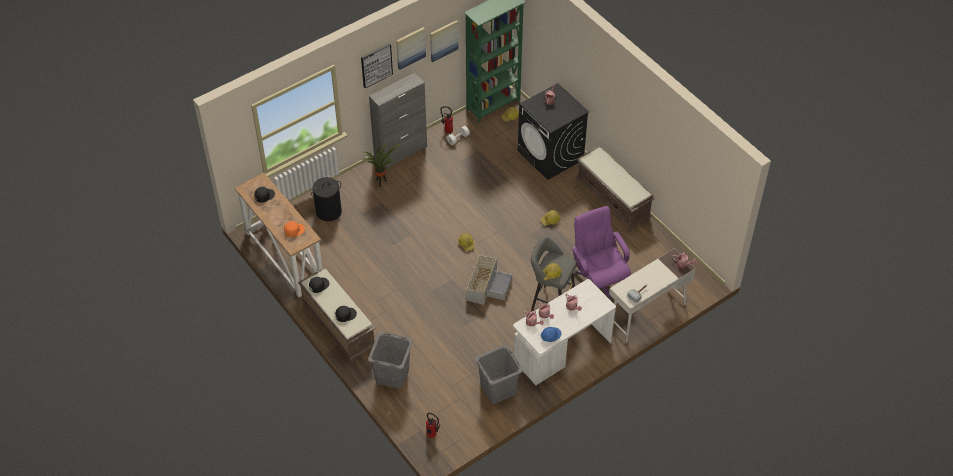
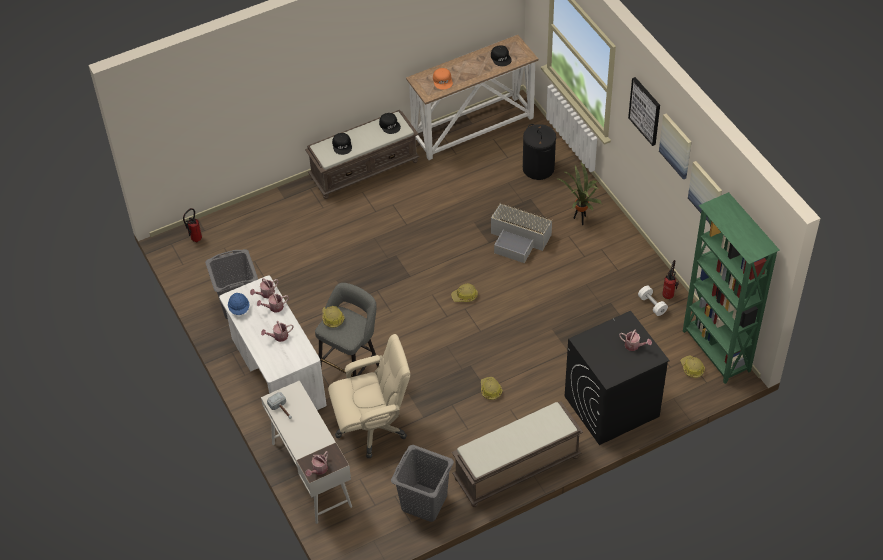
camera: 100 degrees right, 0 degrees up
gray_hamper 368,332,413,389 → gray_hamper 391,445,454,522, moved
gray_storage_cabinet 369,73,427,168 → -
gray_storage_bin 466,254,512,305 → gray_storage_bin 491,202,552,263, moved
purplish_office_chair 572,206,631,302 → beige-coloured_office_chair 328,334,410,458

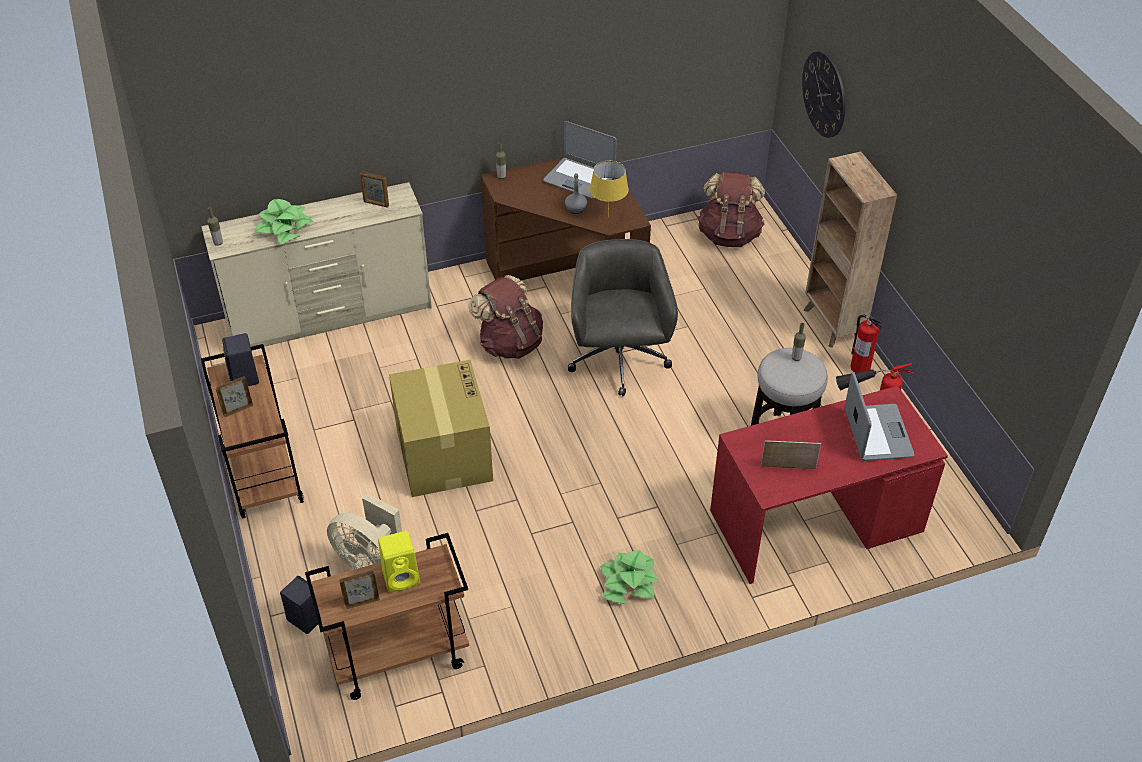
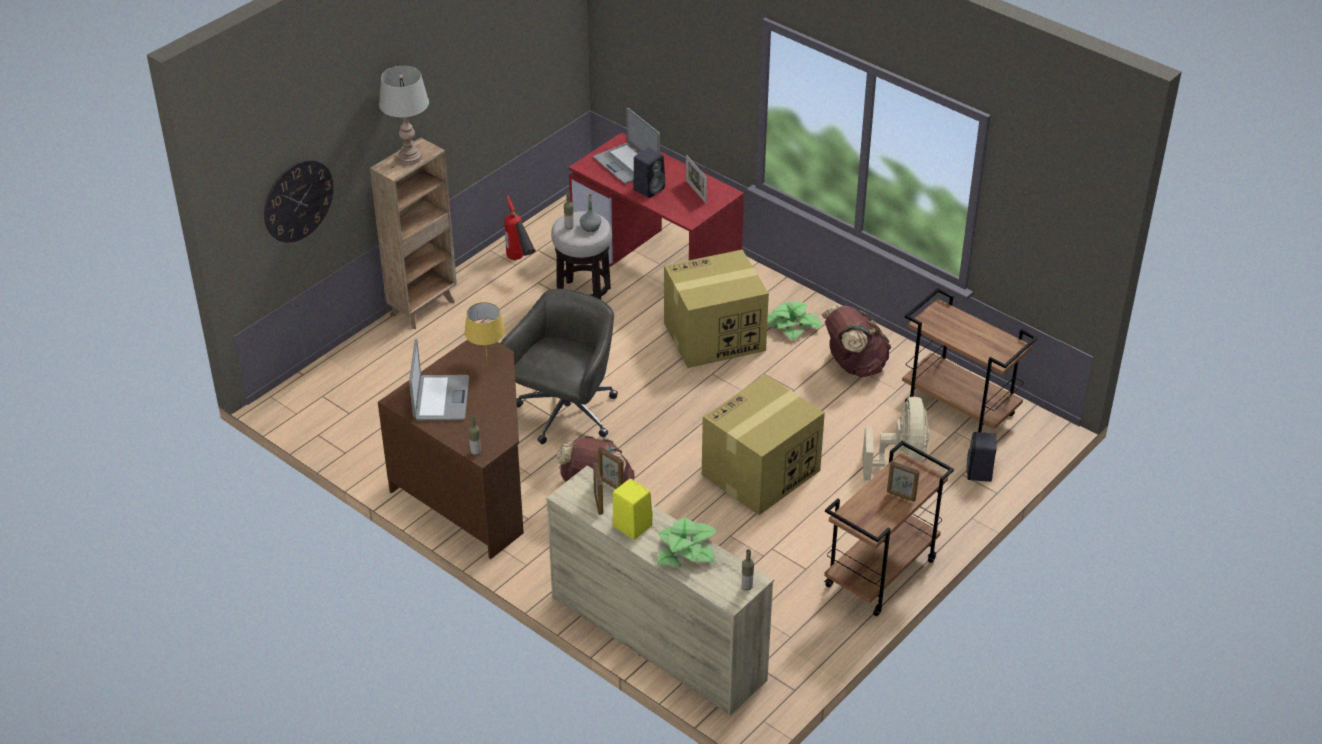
camera: 120 degrees left, 5 degrees down
blackish_audio_speaker 222,333,259,386 → blackish_audio_speaker 633,148,665,198, moved
picture_frame 339,570,380,610 → picture_frame 598,447,624,489, moved
yellow_audio_speaker 378,531,420,593 → yellow_audio_speaker 613,479,653,540, moved
gray_beverage_bottle 565,173,587,214 → gray_beverage_bottle 580,193,601,232, moved
gray_office_chair 568,239,678,397 → gray_office_chair 501,289,618,444, 150 degrees clockwise
brown_rucksack 697,172,765,247 → brown_rucksack 821,305,891,377, moved
notebook_computer 844,372,915,461 → notebook_computer 594,108,660,183, 90 degrees counterclockwise
extinguisher 851,315,882,373 → -
- → gray_lamp_for_a_table 379,66,429,165
- → packing_box 664,249,769,368

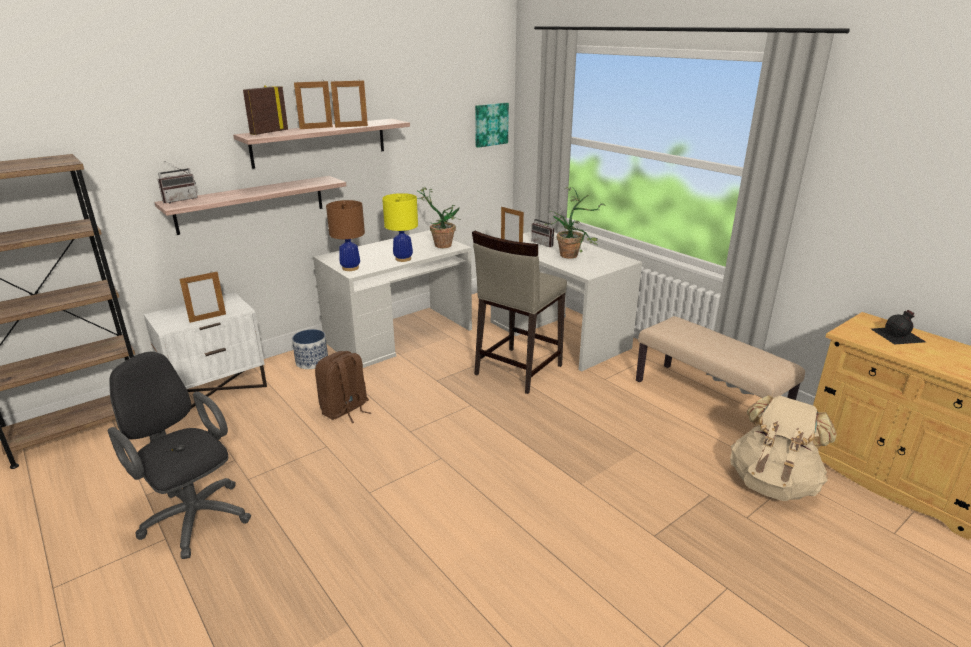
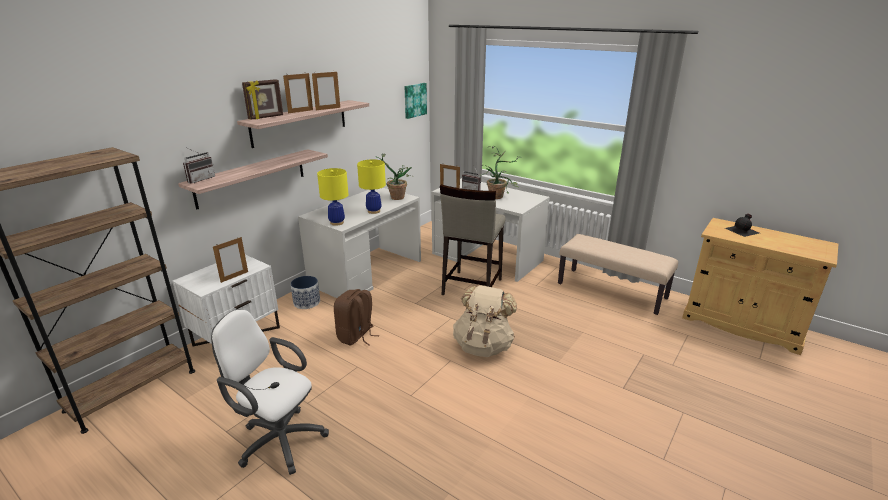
camera: 15 degrees left, 0 degrees up
blackish_office_chair 108,351,251,559 → white-coloured_office_chair 211,309,329,475
picture_frame 243,86,288,135 → picture_frame 242,79,283,120, 150 degrees counterclockwise
brown_lamp_for_a_table 326,200,365,271 → yellow_lamp_for_a_table 317,168,349,226
beige-coloured_rucksack 730,395,837,501 → beige-coloured_rucksack 453,285,517,357, moved

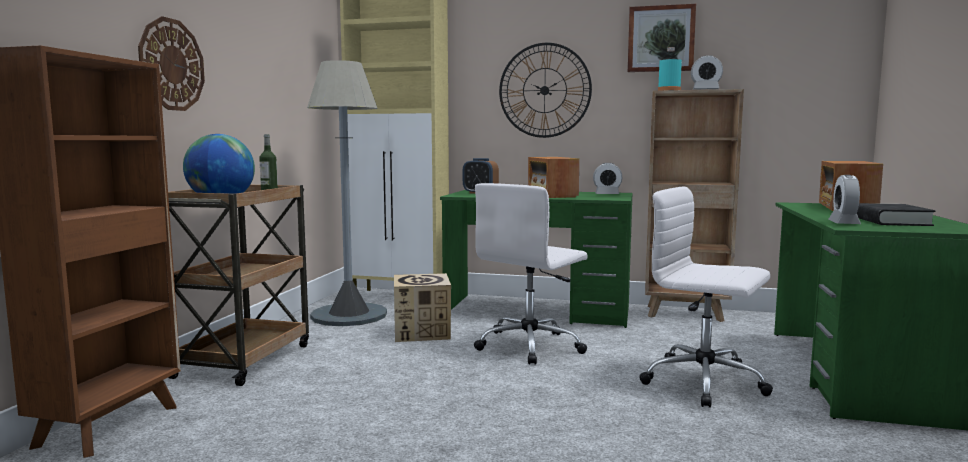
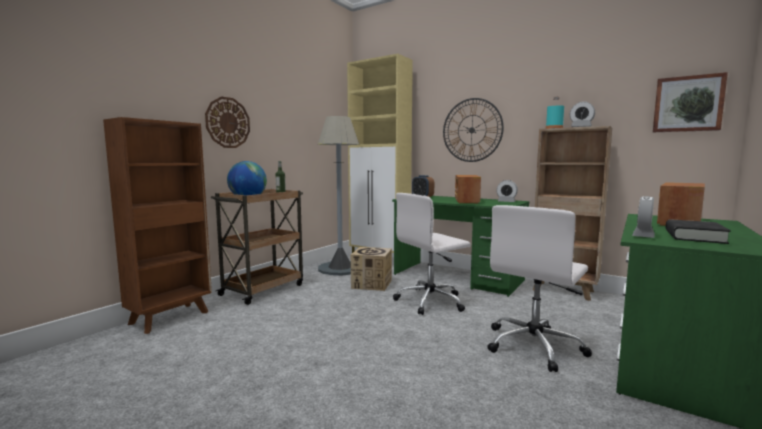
camera: 20 degrees right, 0 degrees up
wall_art 628,4,696,72 → wall_art 653,72,728,132, moved
white-coloured_office_chair 639,186,773,408 → white-coloured_office_chair 487,205,592,372, 105 degrees counterclockwise

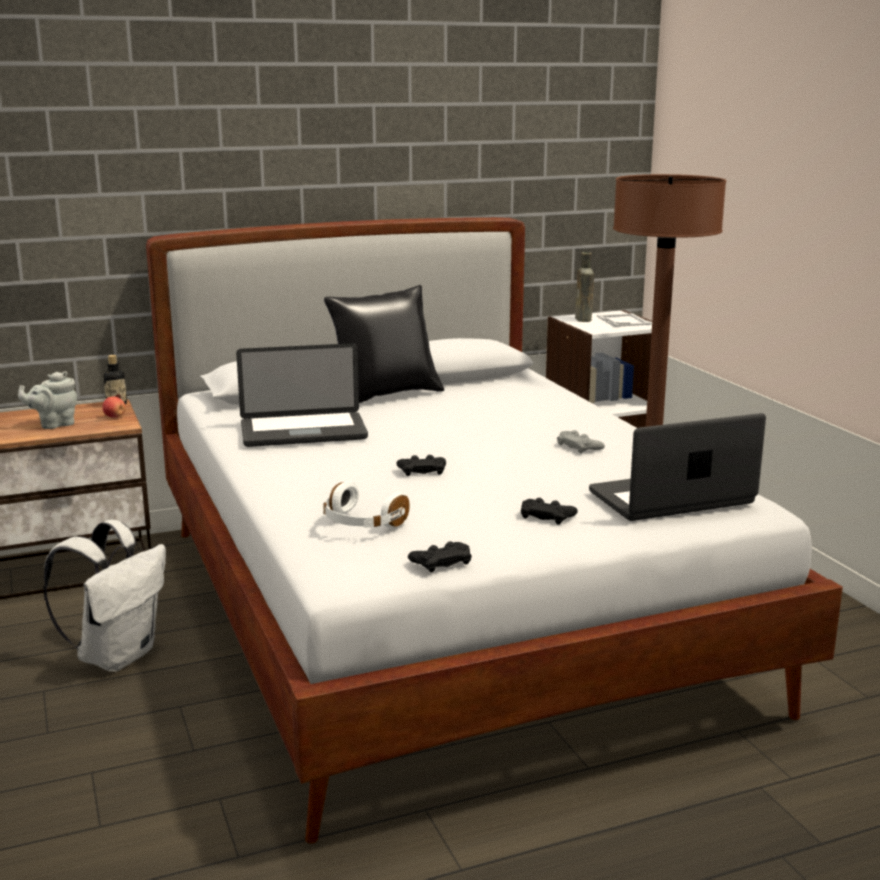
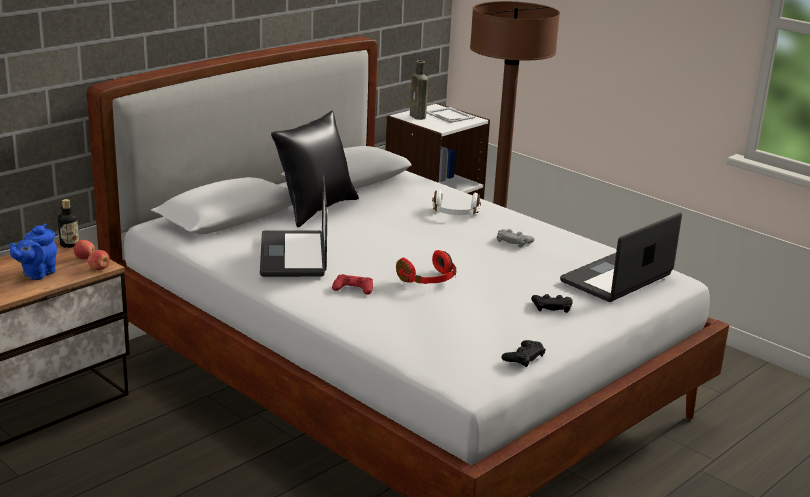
camera: 25 degrees left, 5 degrees up
gray_teapot 18,371,77,429 → bluish_teapot 9,224,57,280
white-coloured_rucksack 43,520,166,672 → -
notebook_computer 236,343,368,447 → notebook_computer 260,175,327,277, 120 degrees clockwise
white-coloured_pair_of_headphones 323,481,410,528 → white-coloured_pair_of_headphones 432,190,481,215, moved
blackish_game_controller 397,455,446,476 → red_pair_of_headphones 396,250,456,284
- → apple_fruit 88,250,110,270
- → red_game_controller 332,274,373,295

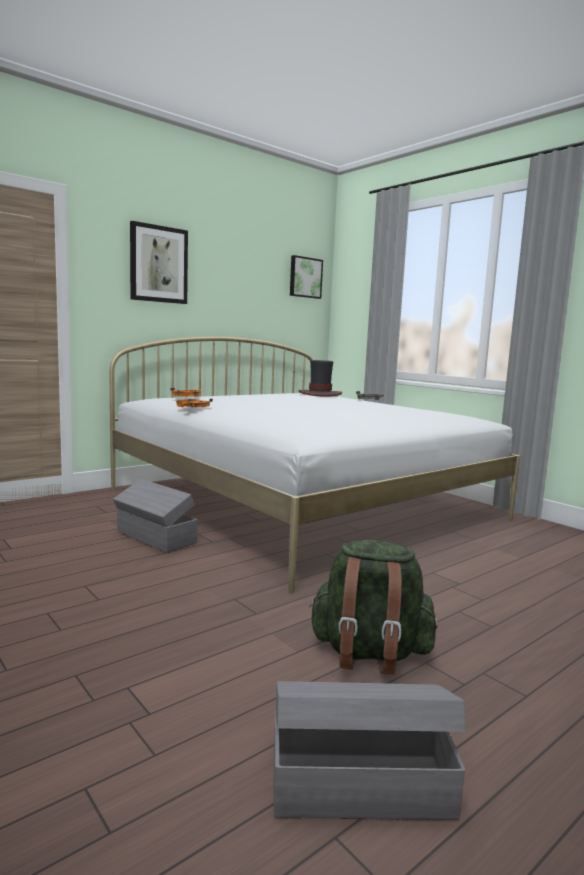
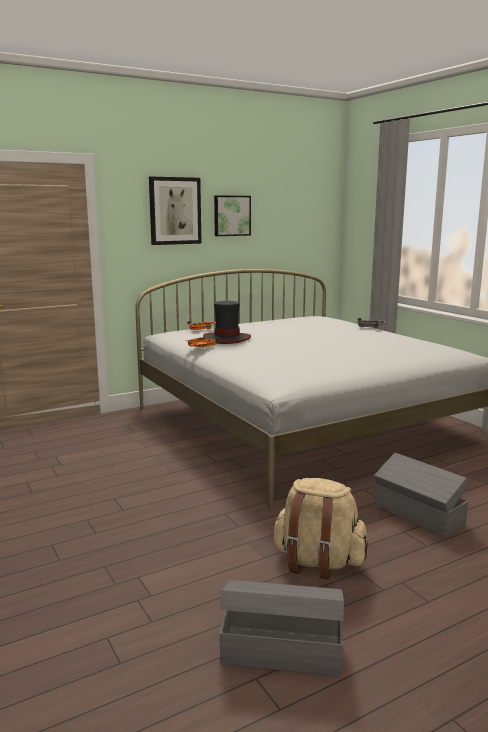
camera: 10 degrees right, 5 degrees up
gray_storage_bin 113,479,197,553 → gray_storage_bin 374,453,468,537, moved
wall_art 290,255,323,299 → wall_art 214,195,251,236, moved
wearable_hat 298,360,342,397 → wearable_hat 203,301,251,344, moved
green_rucksack 309,540,437,675 → beige-coloured_rucksack 272,478,368,580

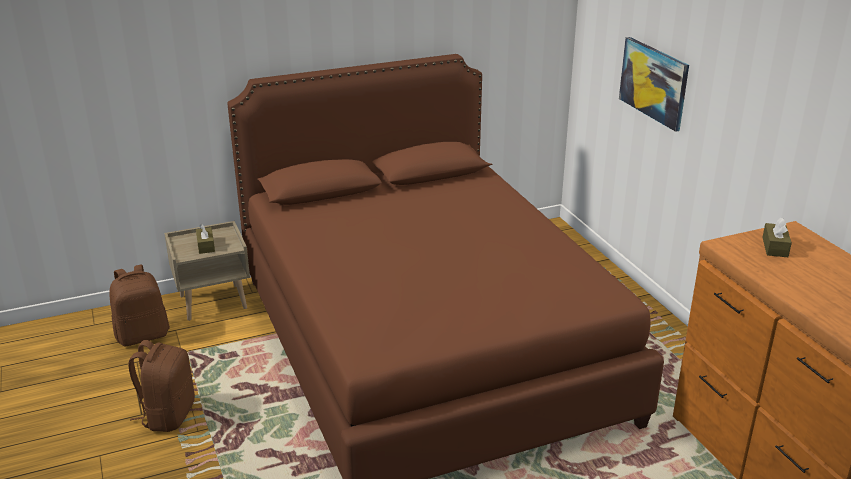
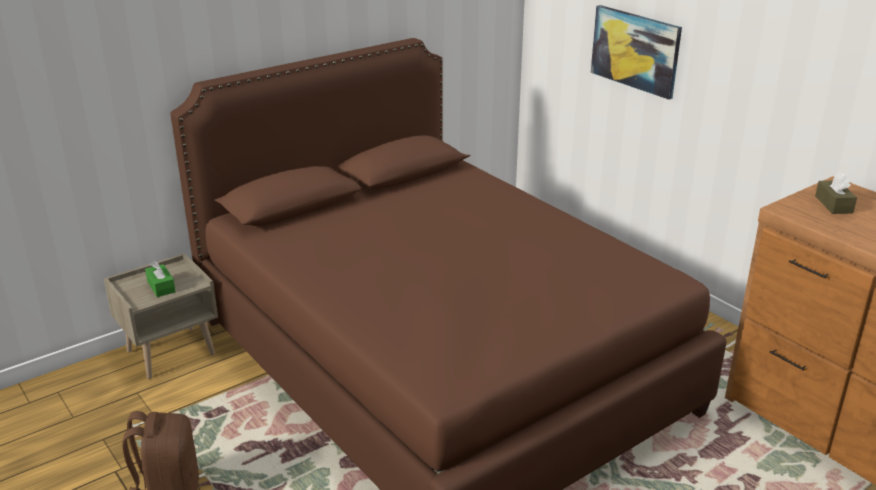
camera: 15 degrees left, 0 degrees up
brown_rucksack 109,265,170,346 → -
brown_tissue_holder 196,224,215,254 → green_tissue_holder 145,261,176,297

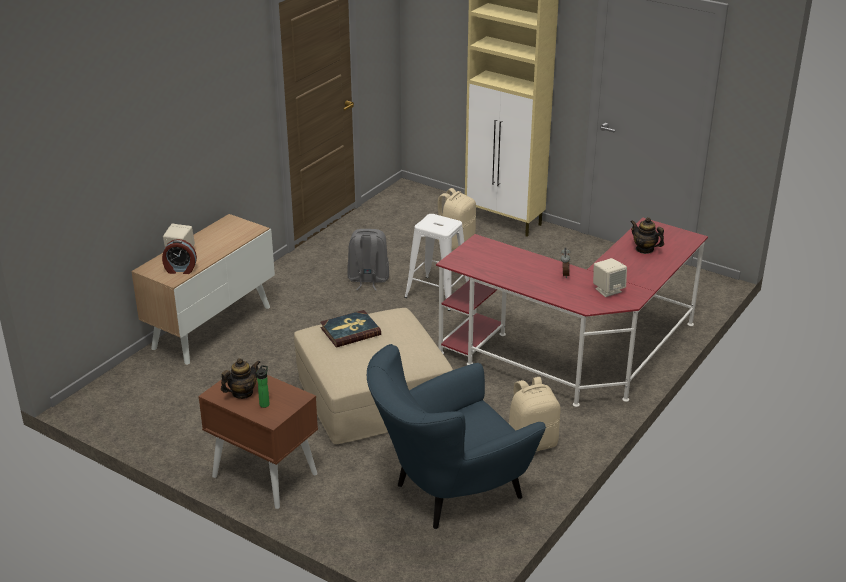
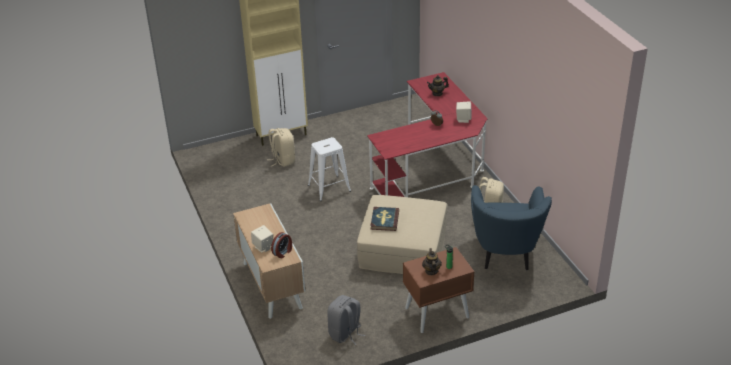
camera: 55 degrees left, 5 degrees up
gray_rucksack 348,229,389,291 → gray_rucksack 327,295,365,345, moved

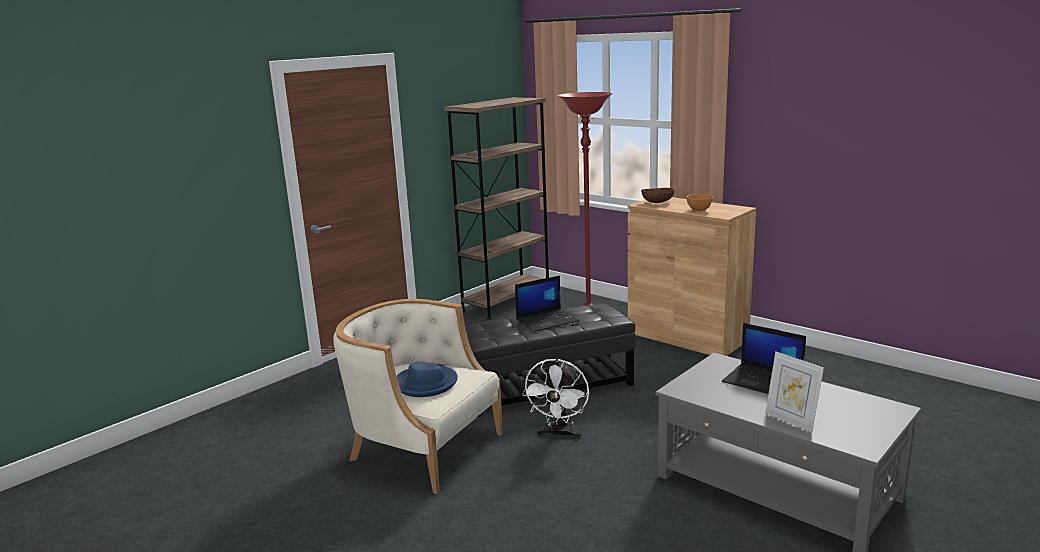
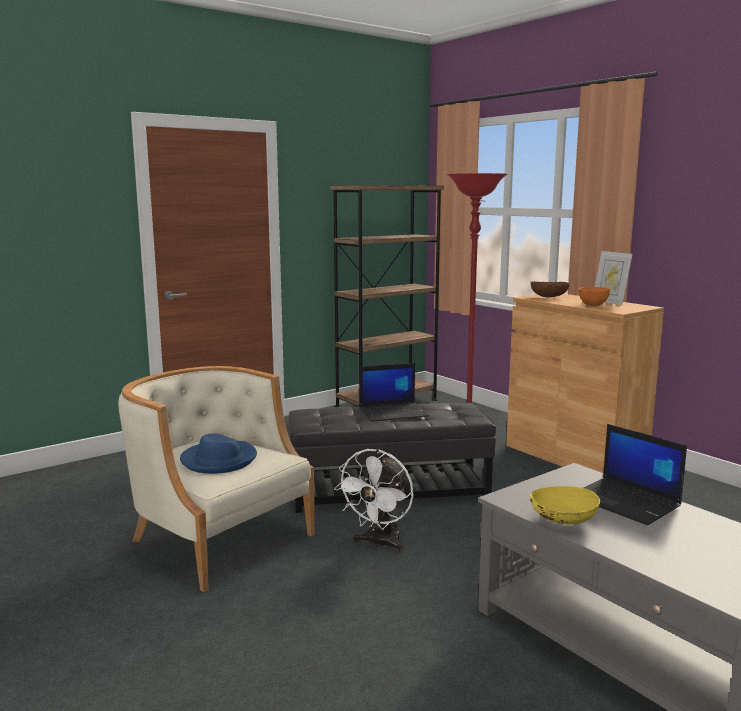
camera: 10 degrees right, 5 degrees down
picture_frame 765,351,824,432 → picture_frame 595,251,633,305, moved
- → yellow_bowl 530,486,600,525

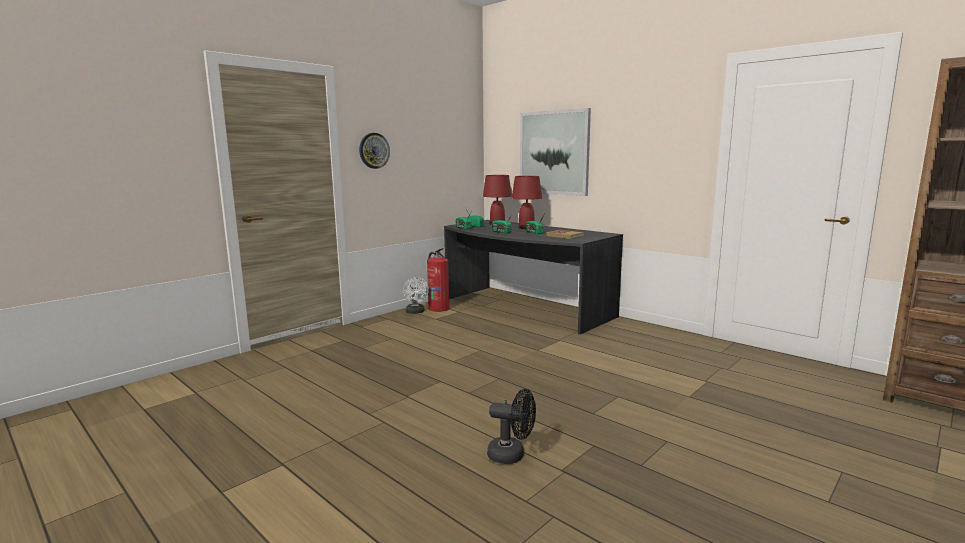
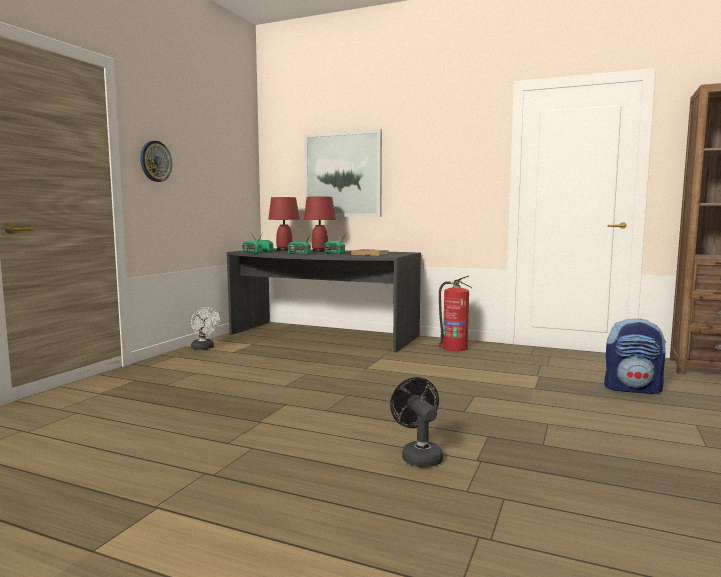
camera: 20 degrees left, 5 degrees down
extinguisher 427,248,450,312 → extinguisher 439,276,472,351, moved
blackish_fan 487,389,536,464 → blackish_fan 390,377,443,467, 105 degrees counterclockwise
- → rucksack 604,318,666,394

